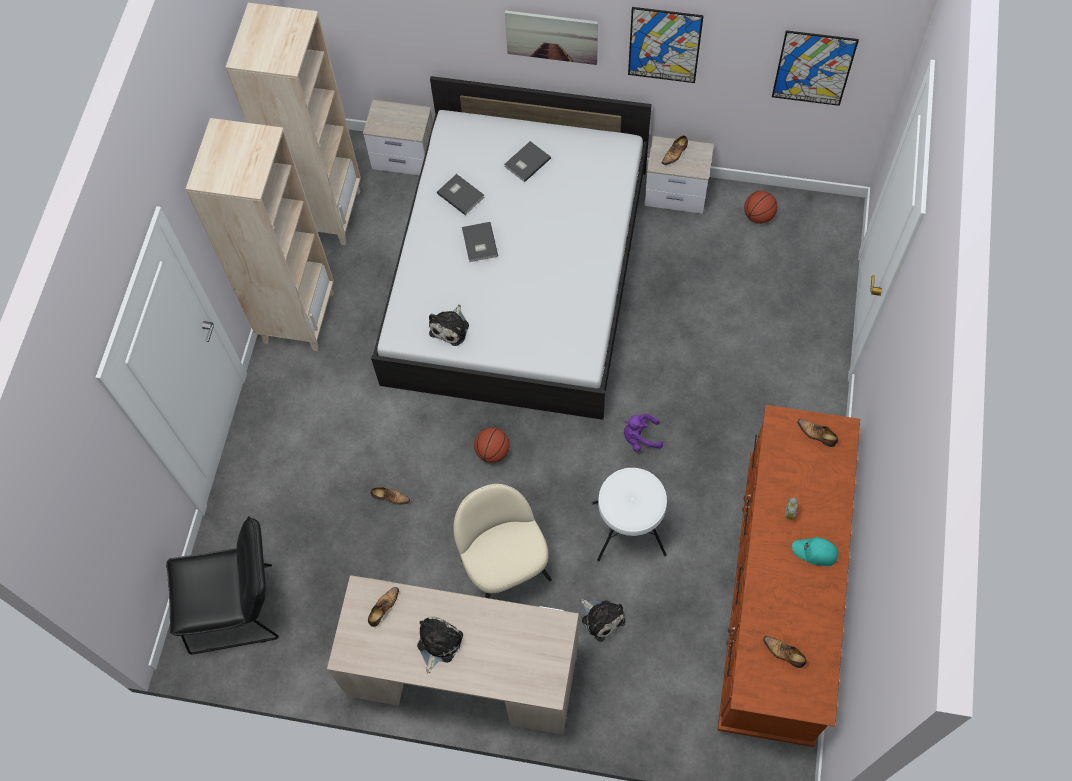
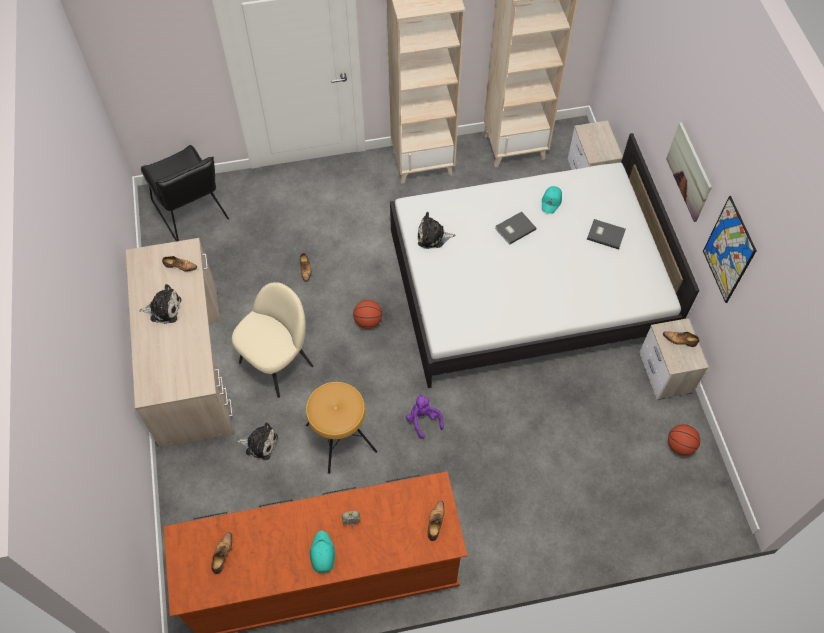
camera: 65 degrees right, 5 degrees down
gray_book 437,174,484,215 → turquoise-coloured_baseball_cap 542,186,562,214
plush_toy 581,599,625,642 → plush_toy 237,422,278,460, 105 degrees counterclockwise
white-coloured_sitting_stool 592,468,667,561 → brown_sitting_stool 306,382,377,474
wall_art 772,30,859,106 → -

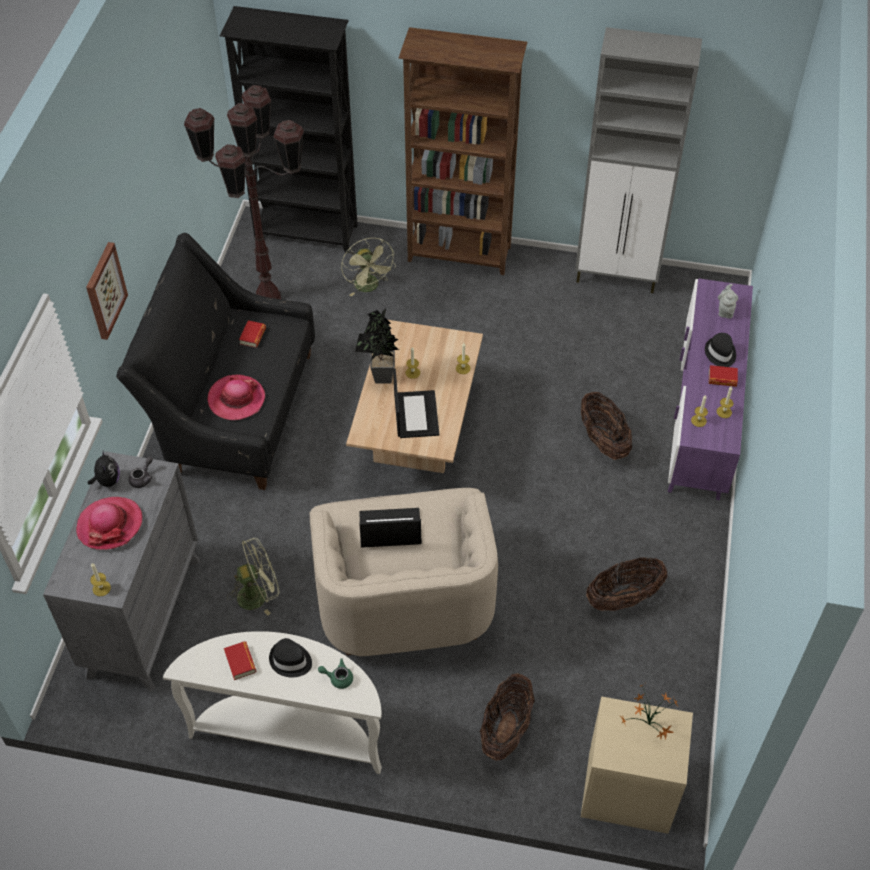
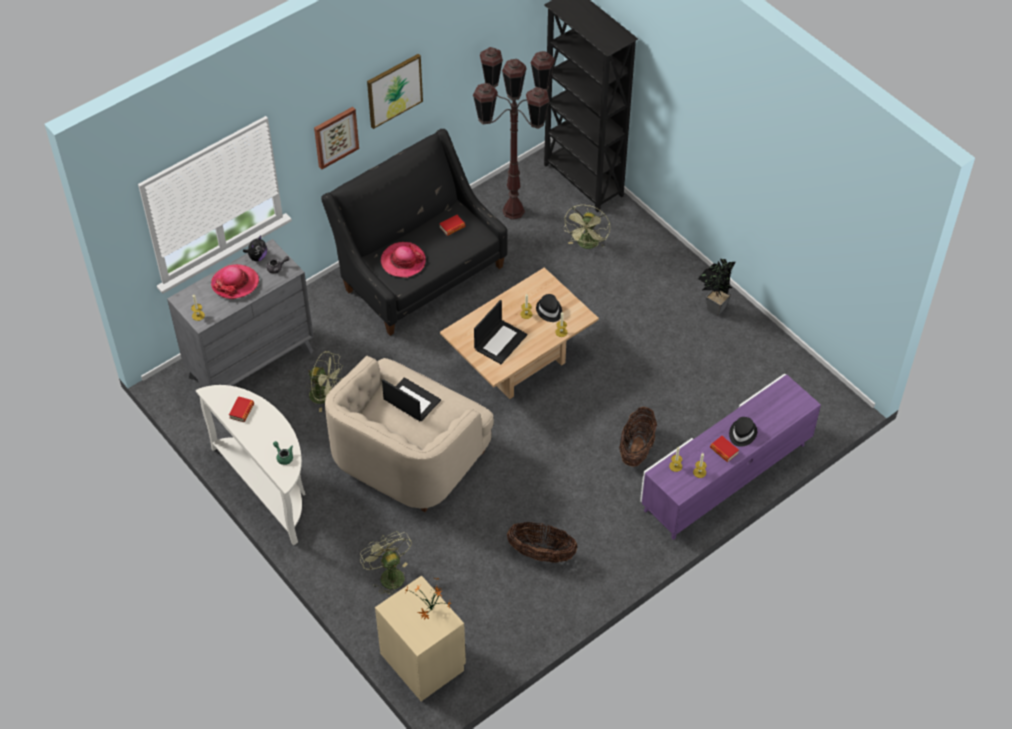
camera: 40 degrees right, 0 degrees up
blackish_wearable_hat 269,638,312,678 → blackish_wearable_hat 536,294,562,322, moved
plant_in_a_pot 355,308,399,384 → plant_in_a_pot 698,259,736,316, moved
brown_bookshelf 399,27,527,275 → -
basket 480,673,535,760 → green_fan 360,531,412,596
gray_storage_cabinet 575,27,702,293 → -
gray_teapot 718,284,738,319 → -
- → wall_art 367,54,423,129

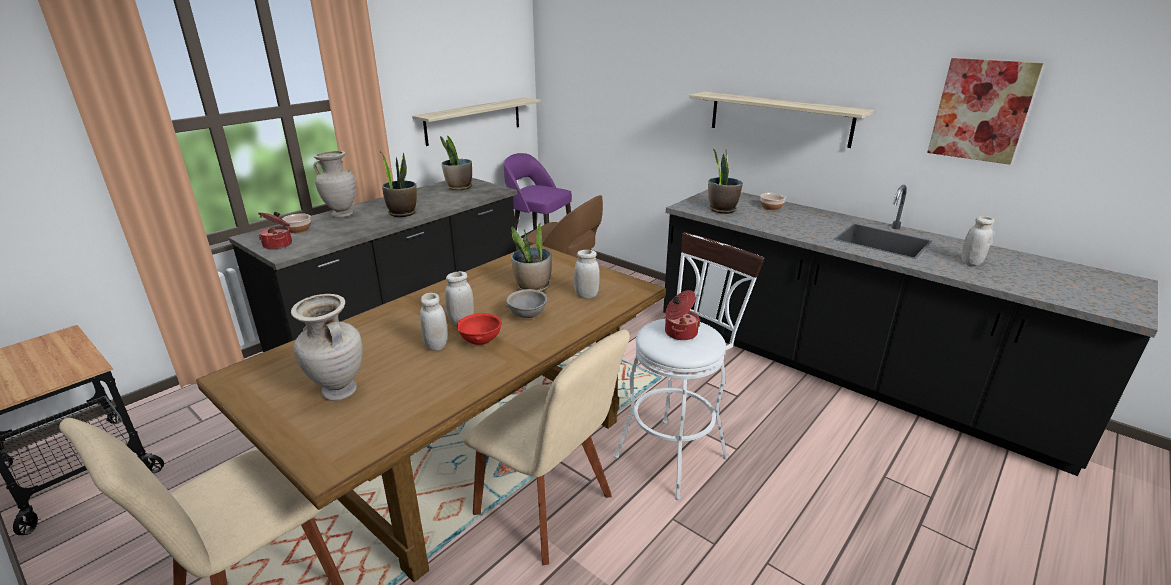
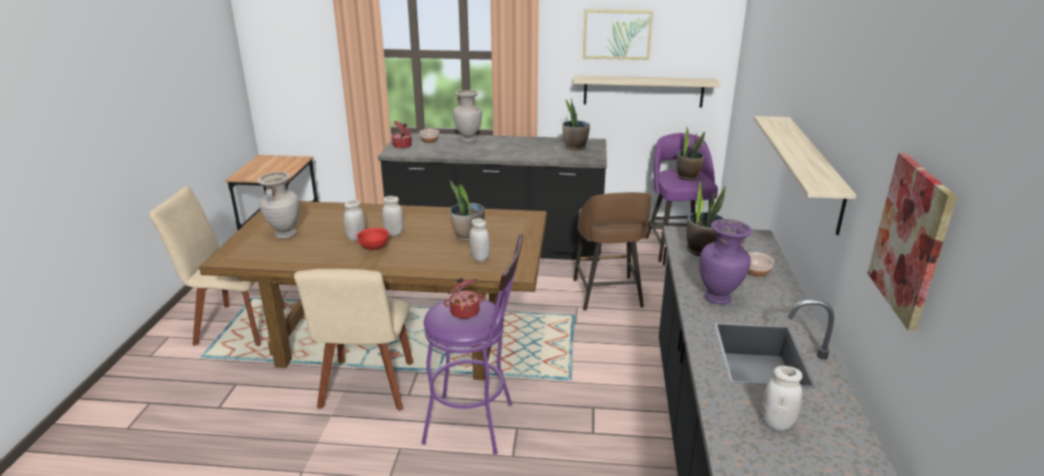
camera: 55 degrees right, 0 degrees up
plant_in_a_pot 381,152,417,217 → plant_in_a_pot 677,127,705,180, moved
gray_bowl 505,289,549,318 → -
white-coloured_sitting_stool 614,232,765,500 → purplish_sitting_stool 421,234,523,455
- → wall_art 583,9,653,60
- → purplish_flower_vase 699,219,753,304

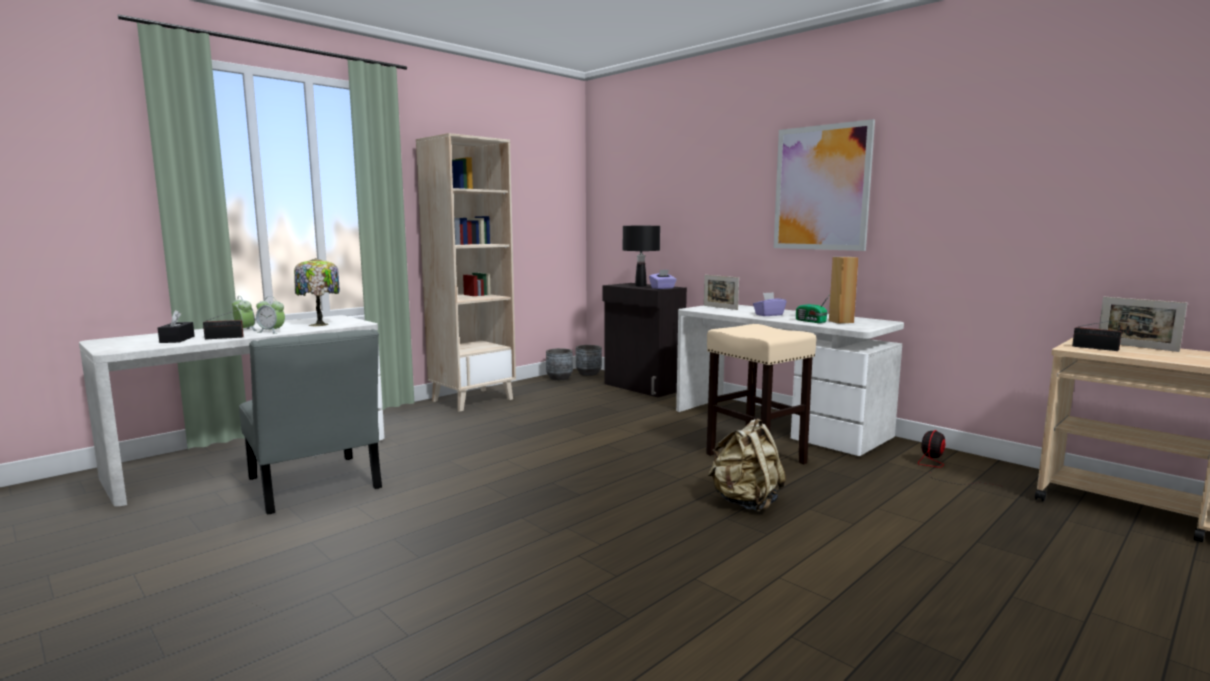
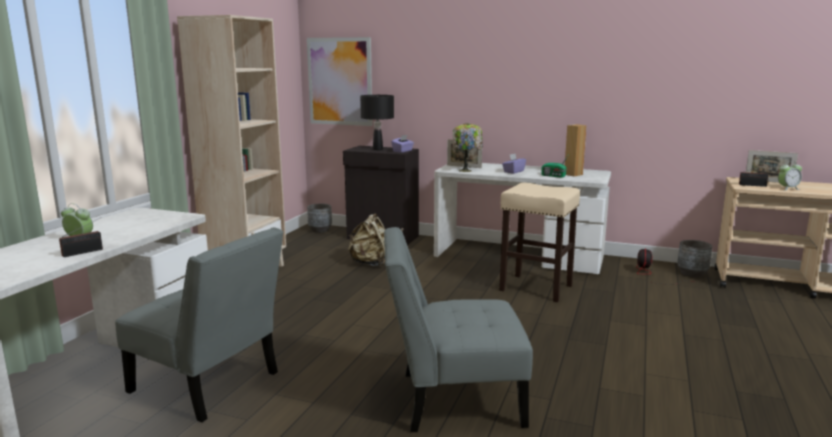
camera: 25 degrees left, 5 degrees up
blackish_tissue_holder 158,310,195,343 → -
alarm_clock 256,296,285,334 → alarm_clock 778,161,802,190, moved
lamp_for_a_table 294,258,340,326 → lamp_for_a_table 453,123,483,172, moved
gray_planter 546,348,573,380 → gray_planter 677,240,712,277, moved
beige-coloured_rucksack 708,419,786,512 → beige-coloured_rucksack 348,214,385,267, moved
wall_art 774,119,875,251 → wall_art 307,37,372,126, moved
- → gray_plain_chair 384,227,533,432

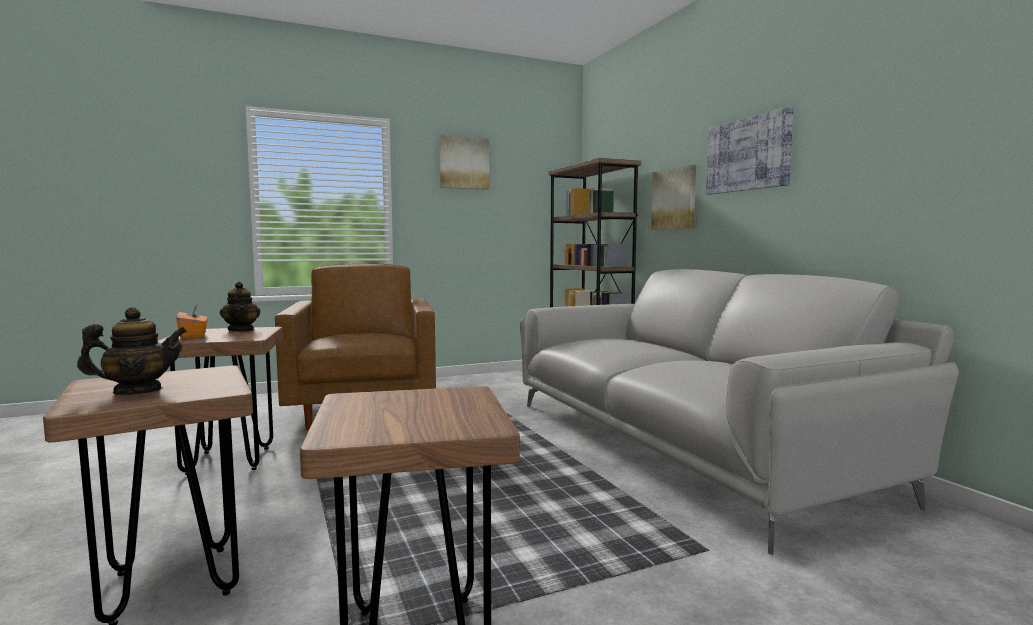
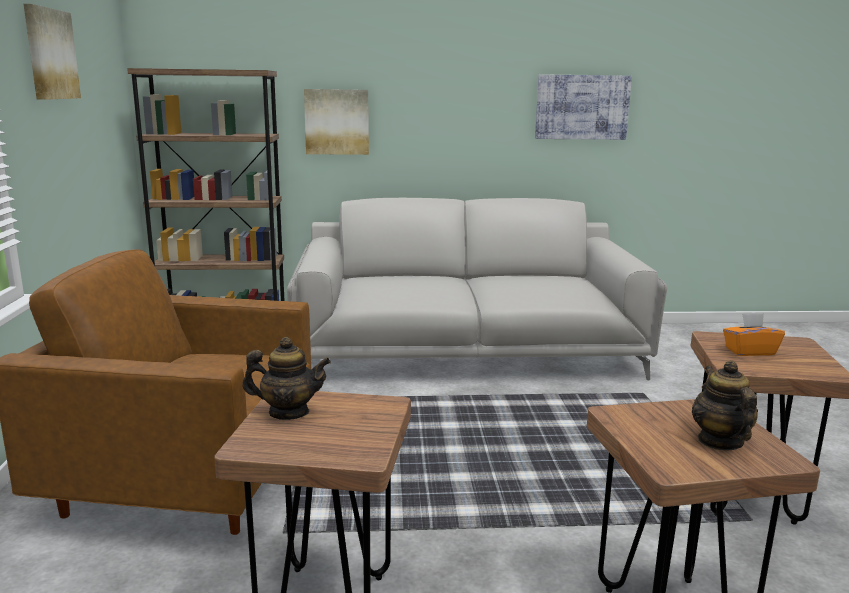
camera: 70 degrees left, 10 degrees up
orange-coloured_tissue_holder 176,304,208,338 → orange-coloured_tissue_holder 723,314,785,356, moved
wall_art 706,106,793,195 → wall_art 535,74,632,140, moved

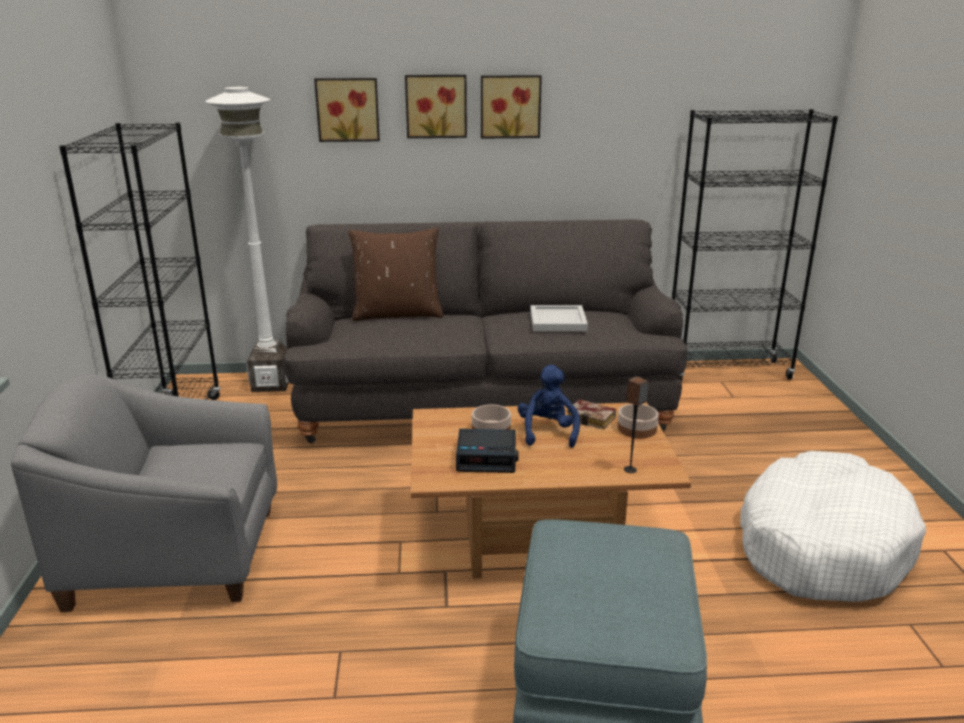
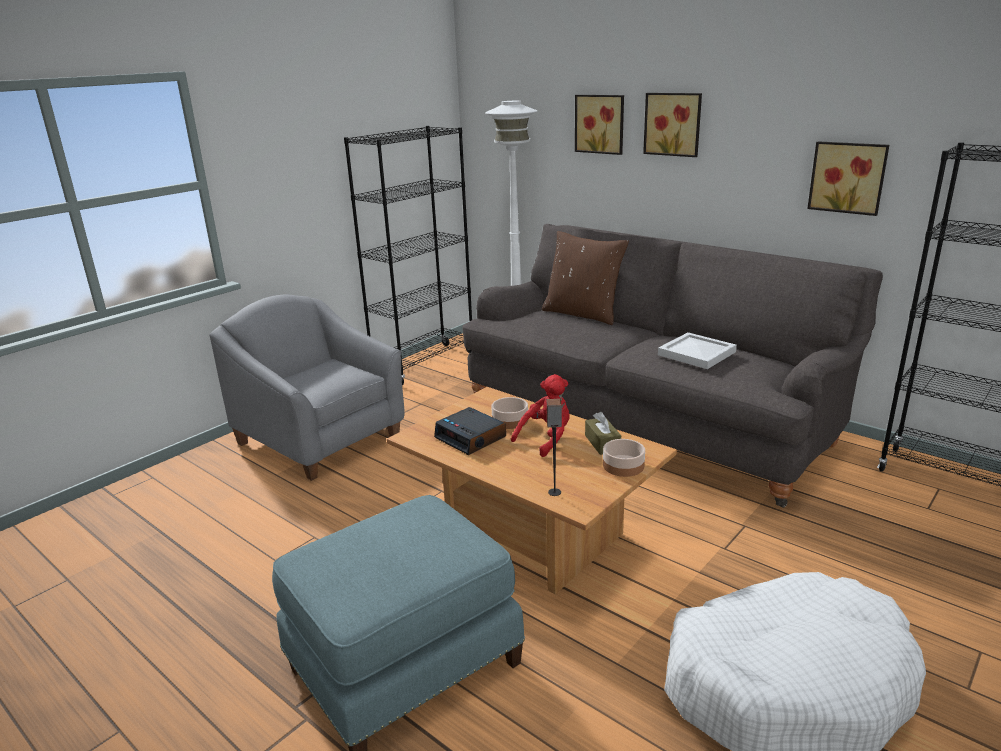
camera: 45 degrees right, 0 degrees up
wall_art 481,75,542,139 → wall_art 807,141,889,216, moved
bluish_plush_toy 518,365,580,448 → red_plush_toy 511,374,570,457
book 567,399,616,429 → brown_tissue_holder 585,412,621,455

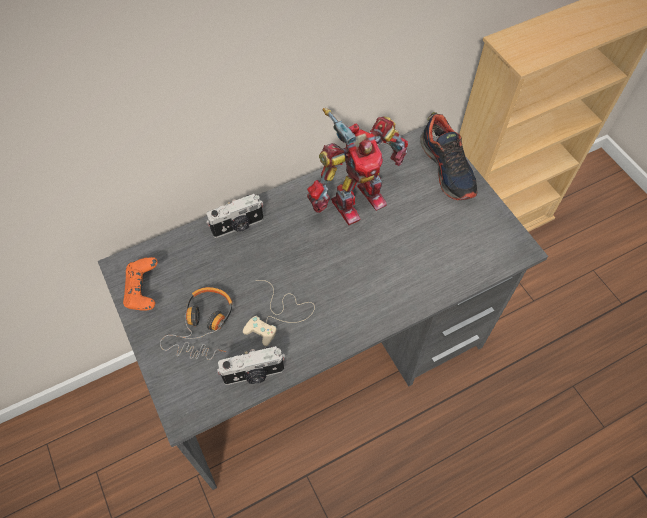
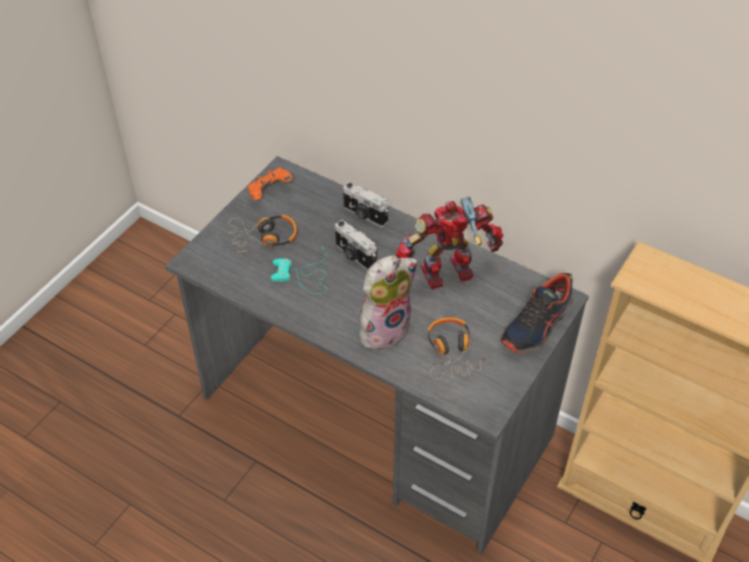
camera: 60 degrees right, 10 degrees down
photo_camera 217,346,285,385 → photo_camera 335,220,377,270, moved
beige-coloured_game_controller 243,280,315,346 → turquoise-coloured_game_controller 271,250,327,294
robot_figure 307,108,408,225 → robot_figure 396,197,504,289, 135 degrees clockwise
- → plush_toy 359,255,418,350
- → pair_of_headphones 427,317,489,379

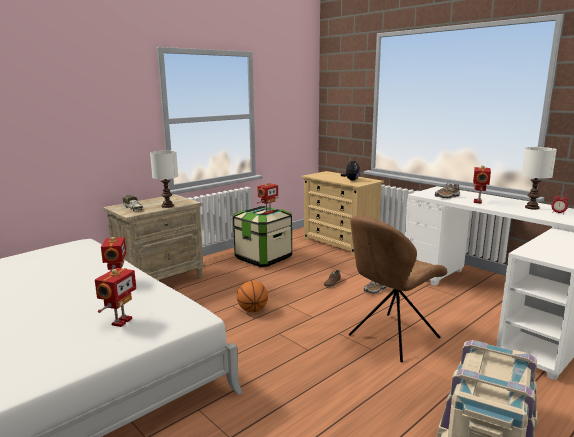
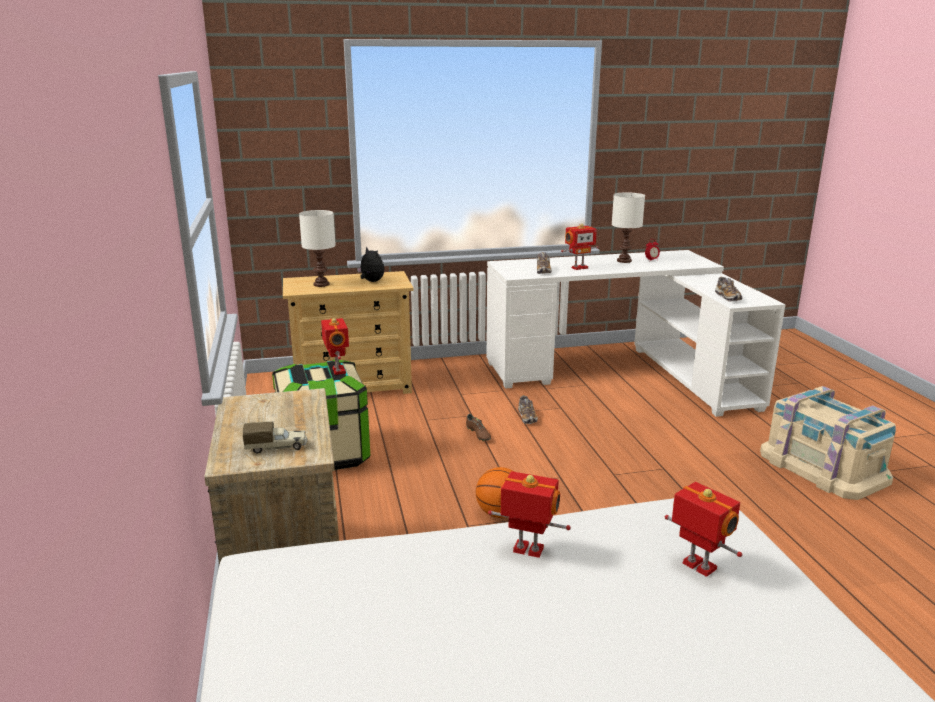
camera: 60 degrees left, 5 degrees up
white-coloured_lamp_for_a_table 150,150,178,208 → white-coloured_lamp_for_a_table 299,210,336,287, moved
brown_plain_chair 349,215,448,363 → -
robot_figure 473,165,491,204 → robot_figure 561,224,598,270, 75 degrees counterclockwise
- → shoe 715,277,742,302

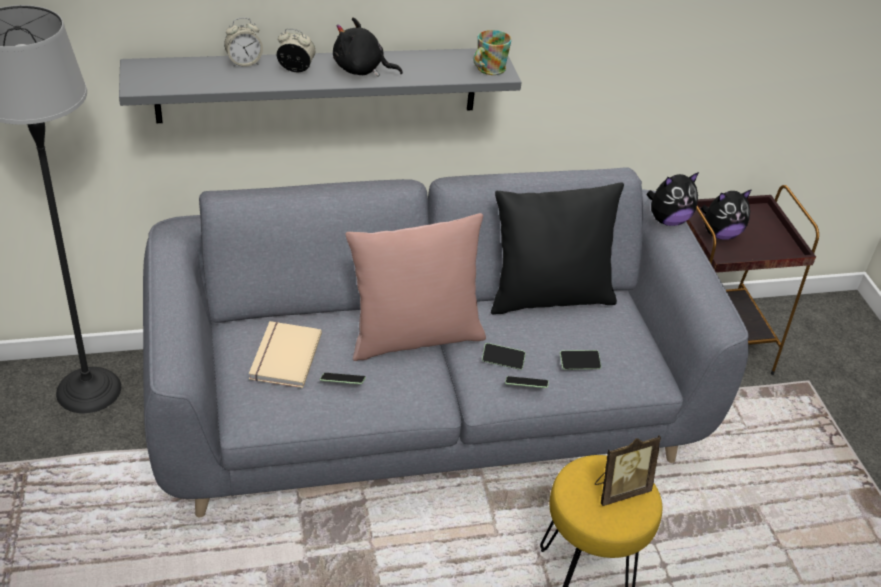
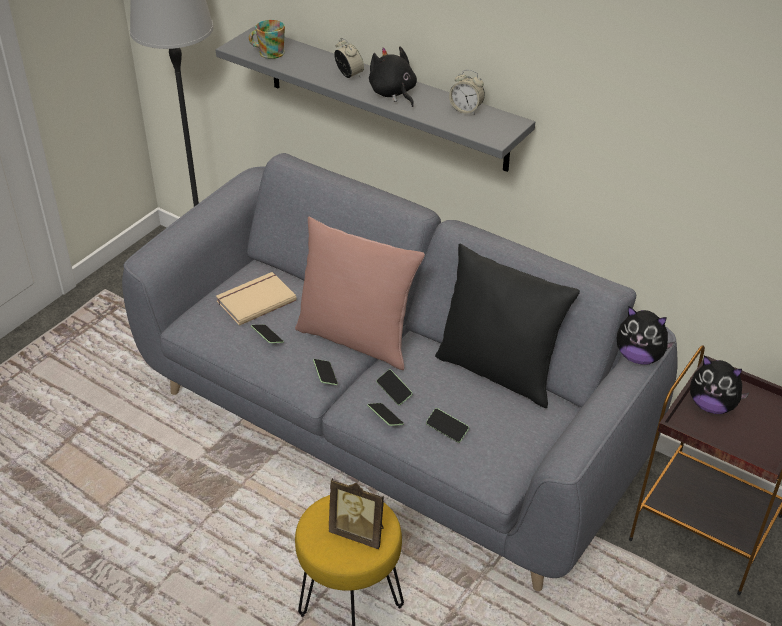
camera: 50 degrees right, 0 degrees up
alarm_clock 224,18,263,68 → alarm_clock 449,70,485,115, moved
mug 473,30,512,75 → mug 249,20,285,59, moved
- → telephone 313,359,338,385

